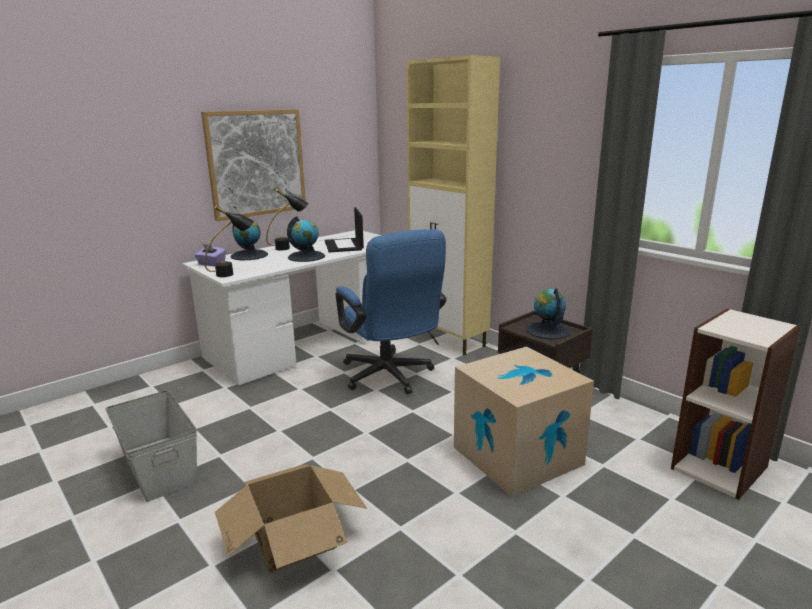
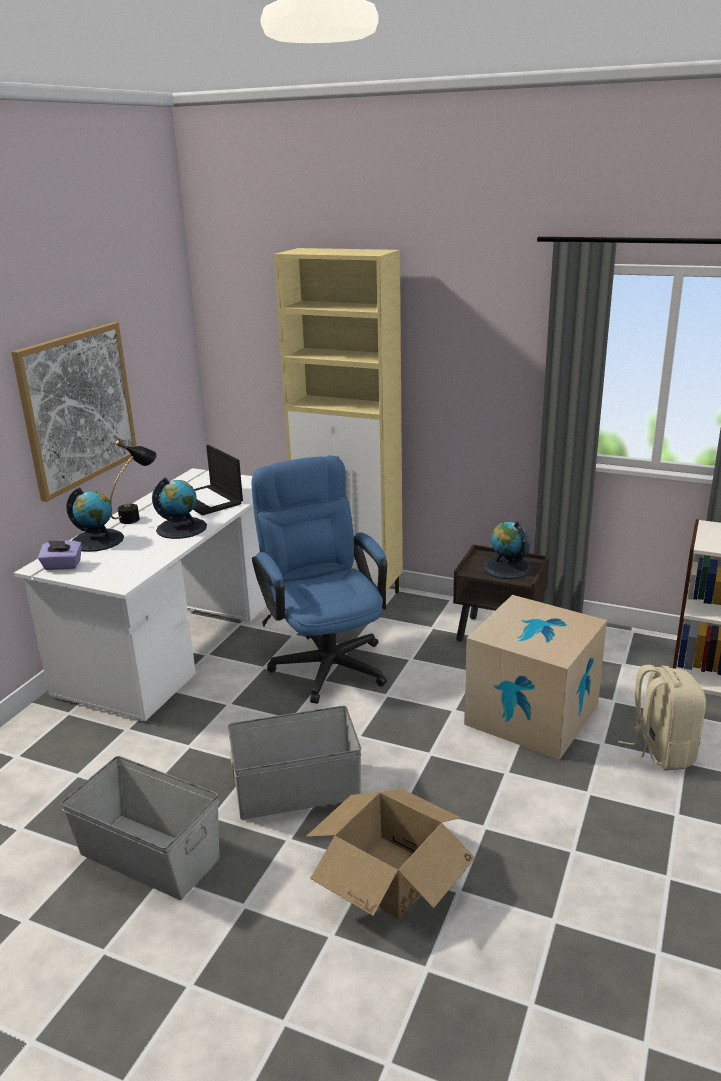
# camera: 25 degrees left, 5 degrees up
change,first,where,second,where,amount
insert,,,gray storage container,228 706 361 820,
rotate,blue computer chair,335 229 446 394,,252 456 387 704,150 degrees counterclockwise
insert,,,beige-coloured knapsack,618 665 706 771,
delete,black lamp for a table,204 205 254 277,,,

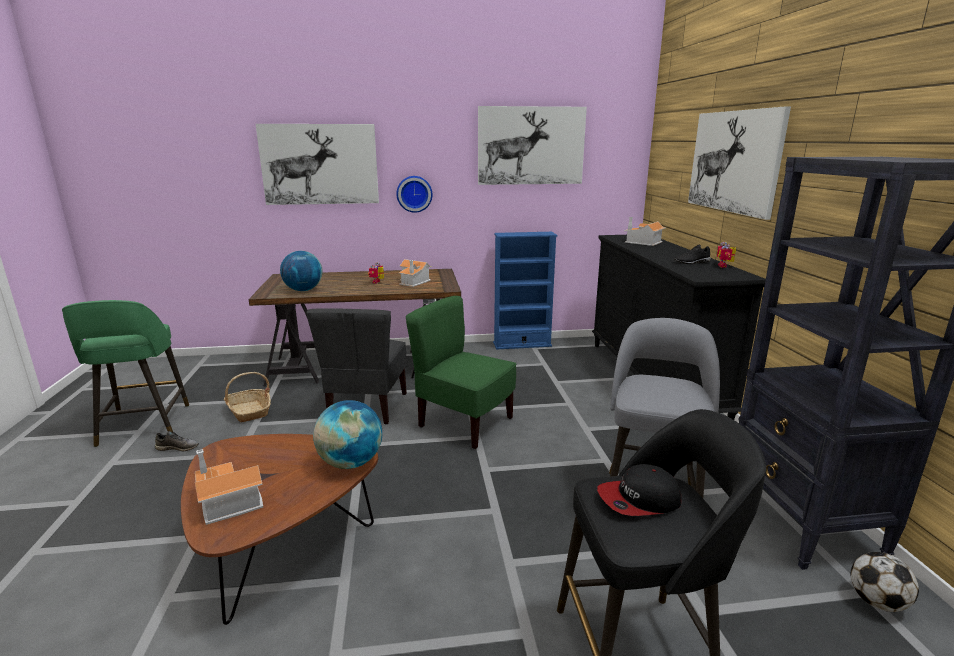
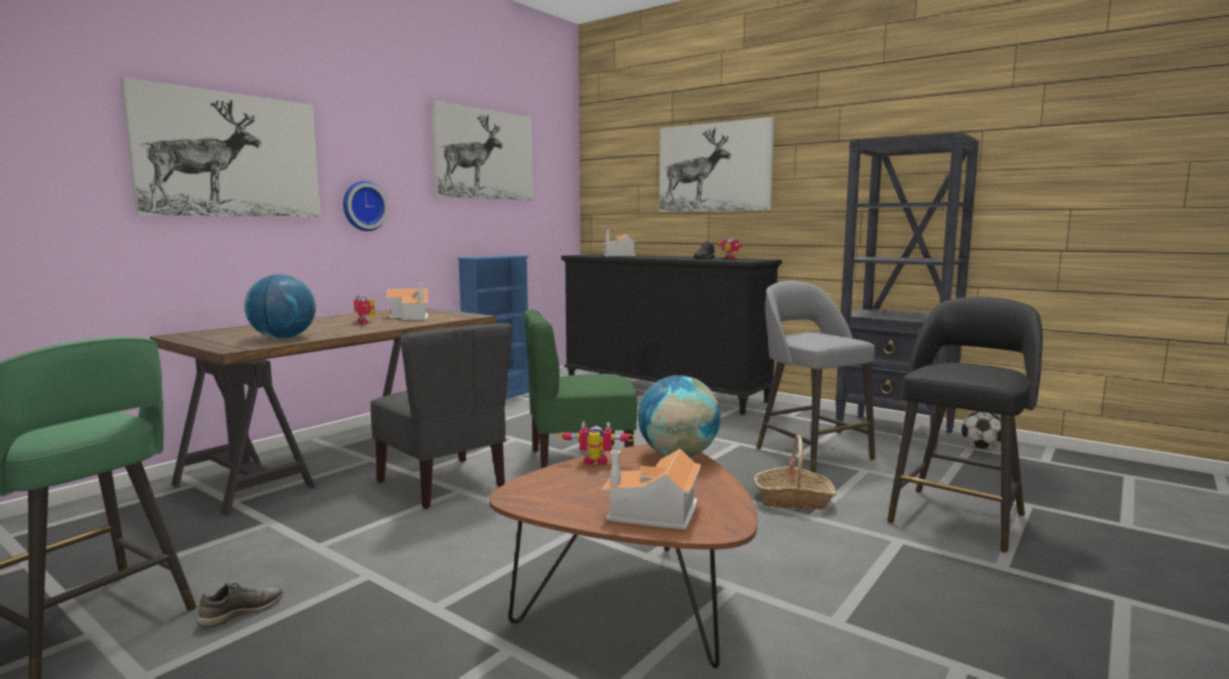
# camera: 45 degrees left, 10 degrees down
change,first,where,second,where,amount
insert,,,model robot,558 421 635 464,
move,basket,224 372 271 422,,754 435 836 510,
delete,peaked cap,597 464 681 516,,,

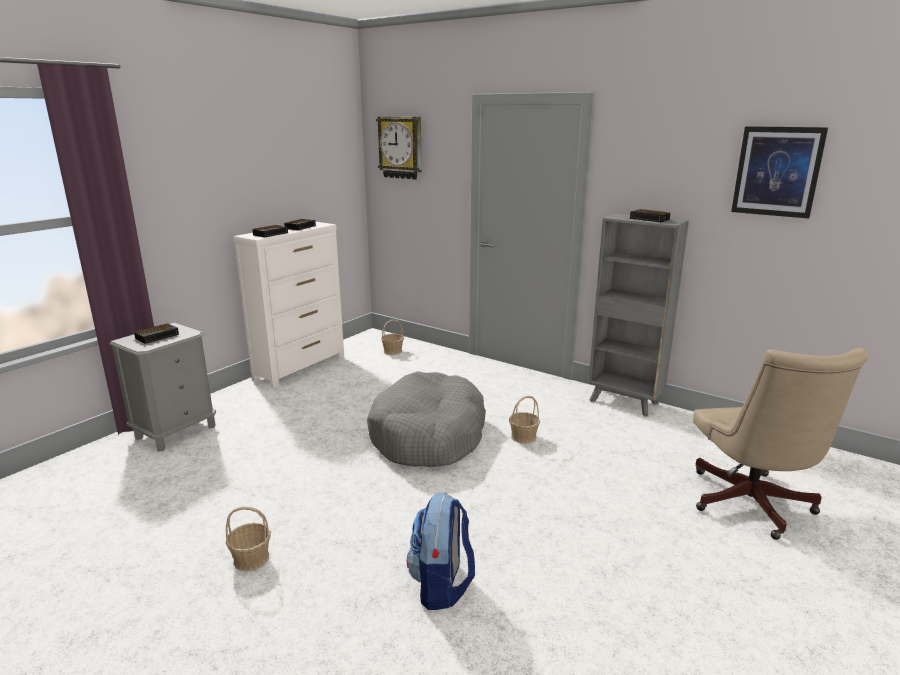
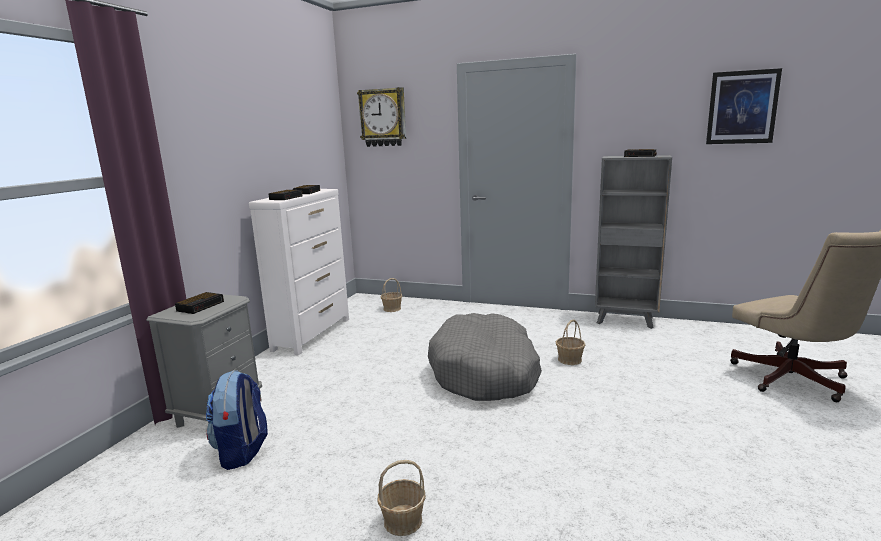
# camera: 15 degrees left, 5 degrees down
change,first,where,second,where,amount
move,knapsack,407 493 475 610,,206 370 268 470,

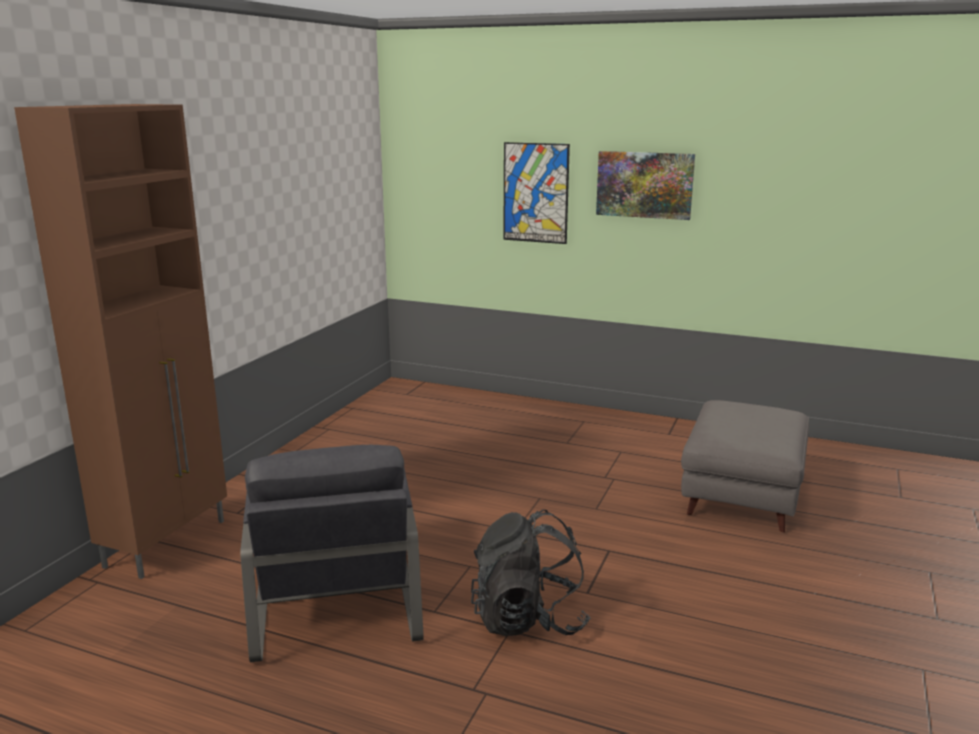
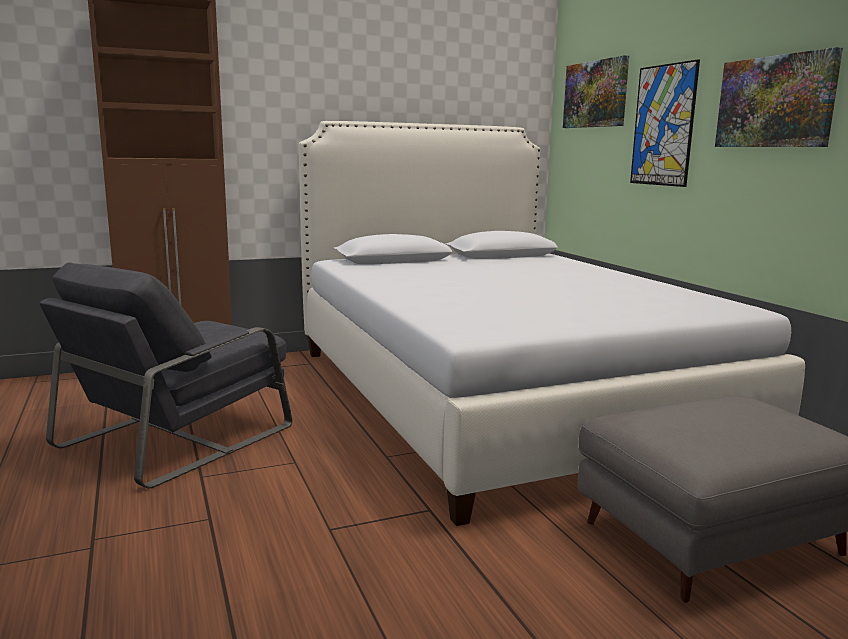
# camera: 45 degrees right, 5 degrees down
change,first,where,second,where,amount
insert,,,whitish bedroom bed,298 121 805 526,
insert,,,picture,563 55 629 128,
delete,black knapsack,471 510 590 636,,,

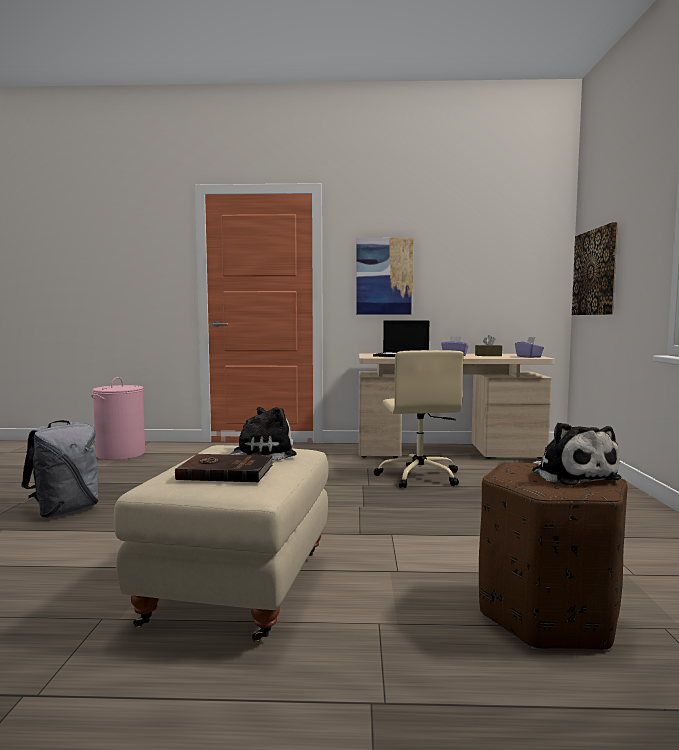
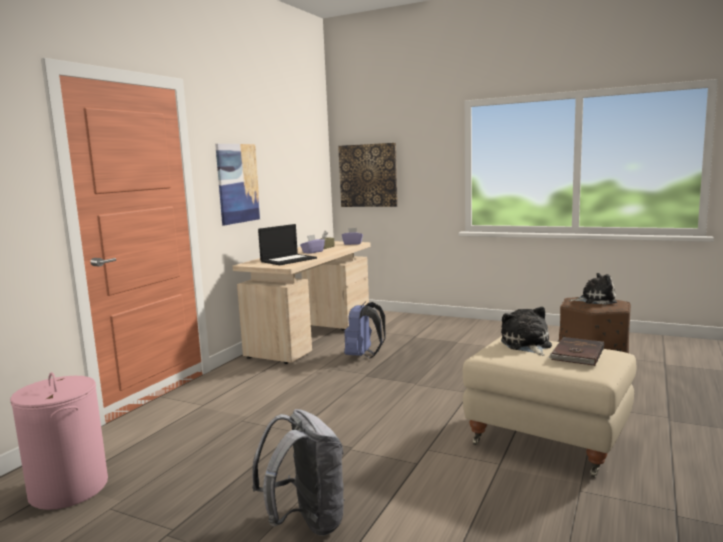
# camera: 65 degrees left, 5 degrees up
change,first,where,second,where,amount
replace,beige-coloured computer chair,374 350 464 488,blue knapsack,344 302 385 359,

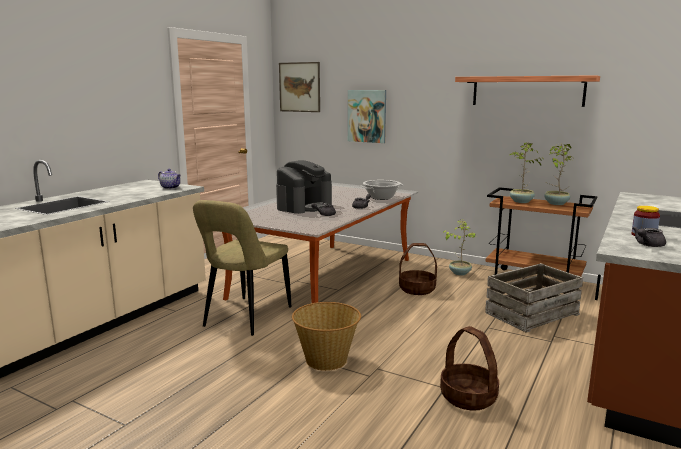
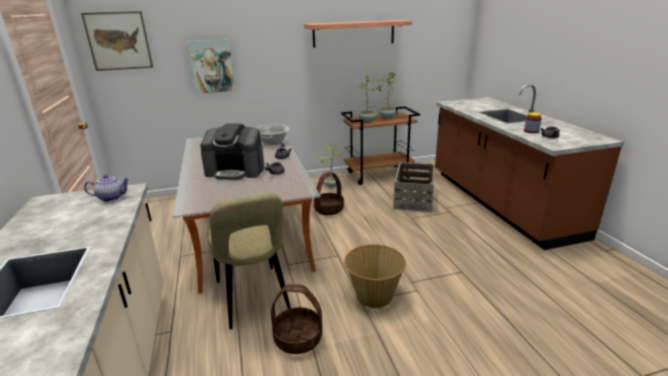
# camera: 45 degrees left, 10 degrees up
change,first,where,second,where,amount
rotate,coffee brewer,276 160 332 214,,200 123 265 180,105 degrees clockwise
move,basket,440 326 499 411,,271 284 323 354,

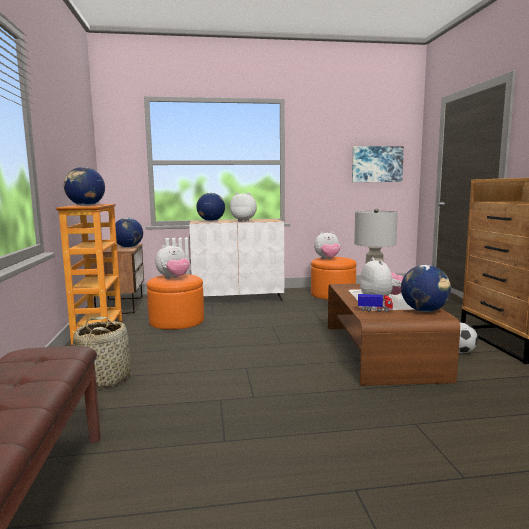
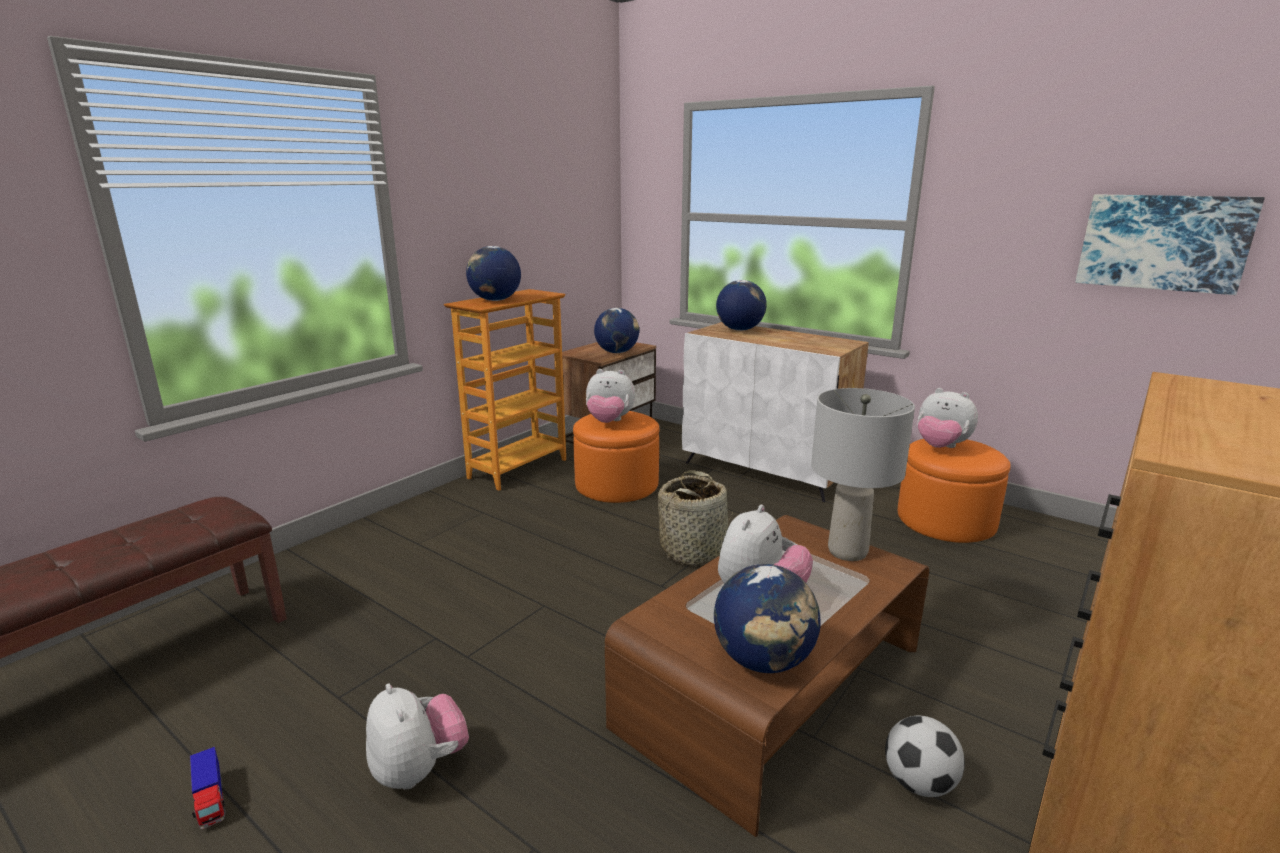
# camera: 45 degrees right, 10 degrees up
change,first,where,second,where,amount
move,toy lorry,358 294 393 312,,190 747 226 829,
move,soft toy,230 192 257 222,,366 683 469 790,
move,basket,73 316 131 388,,658 470 733 566,

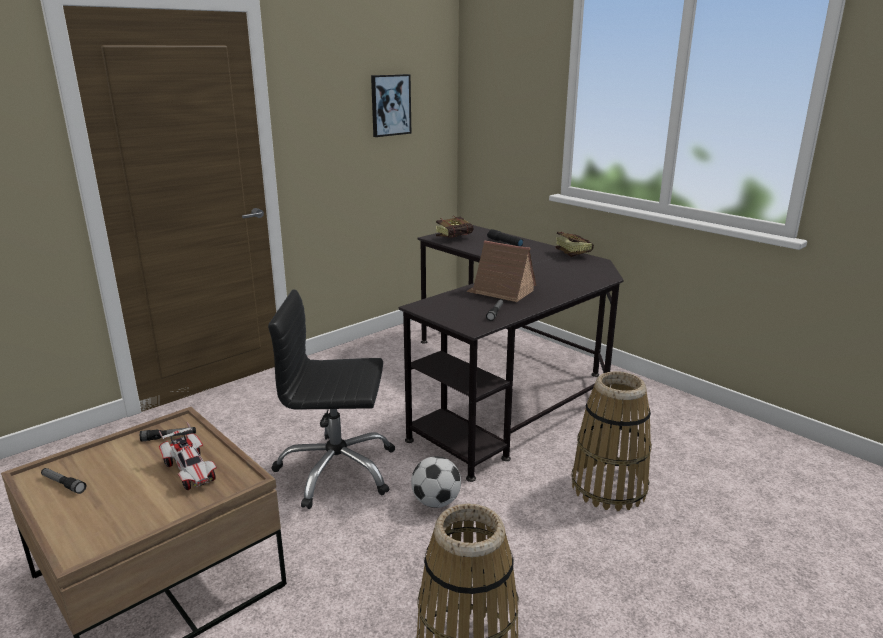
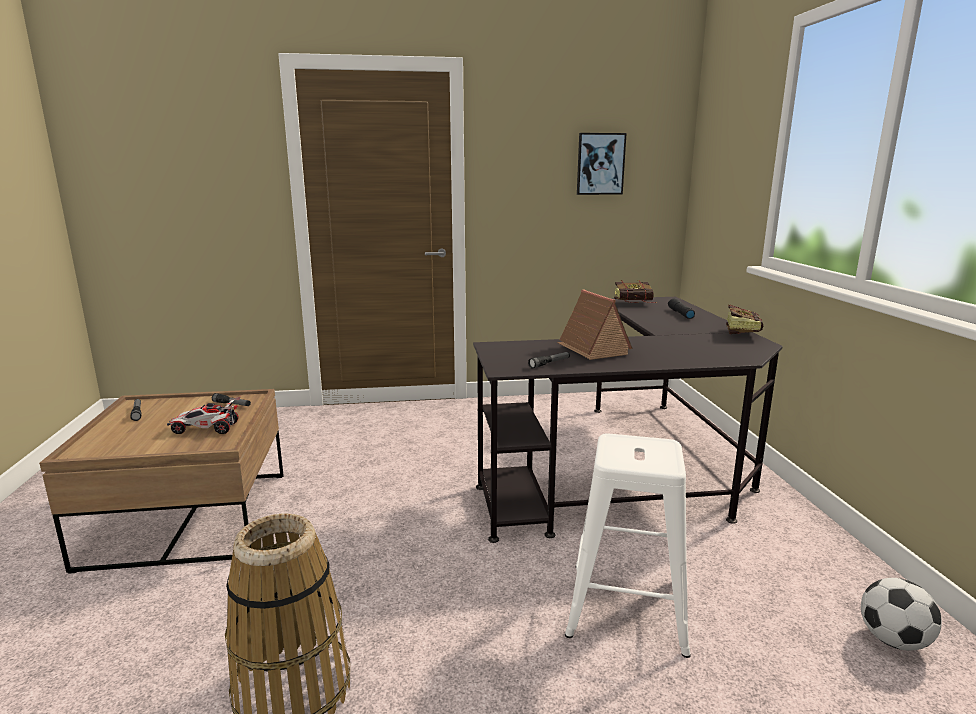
# camera: 35 degrees right, 5 degrees down
change,first,where,second,where,amount
rotate,miniature car,159 422 217 490,,167 397 240 434,90 degrees clockwise
replace,basket,571 371 652 511,whitish sitting stool,565 434 691 658,
move,football ball,411 456 461 508,,861 578 942 651,
delete,black computer chair,268 290 395 509,,,

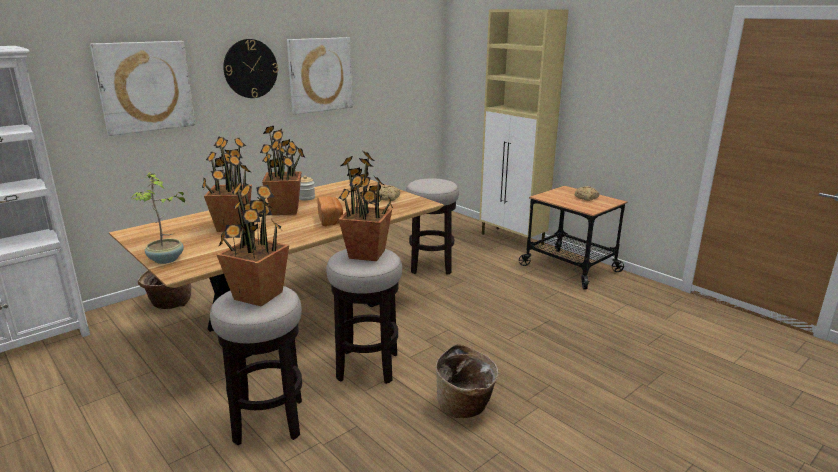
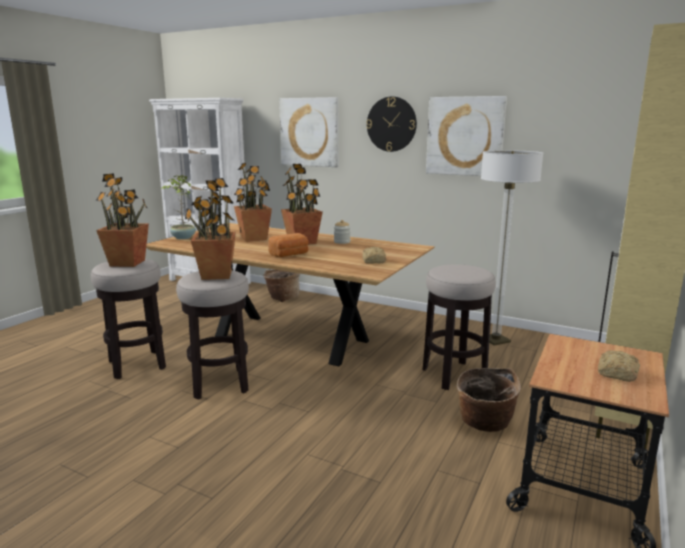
# camera: 70 degrees right, 5 degrees down
change,first,where,second,where,amount
move,basket,436 344 499 418,,457 368 521 432,
insert,,,standard lamp,481 150 543 346,

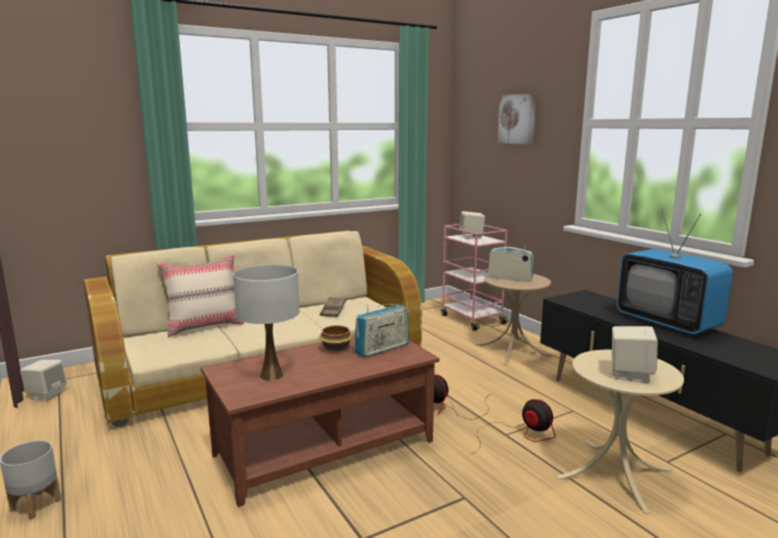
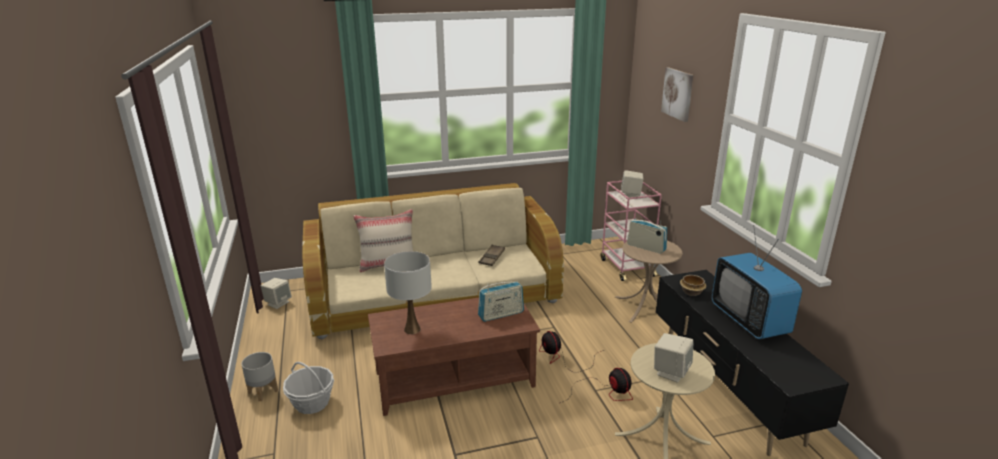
# camera: 15 degrees right, 10 degrees up
change,first,where,second,where,amount
insert,,,basket,283 362 334 414,
move,serving bowl,319 325 353 352,,680 275 706 296,

